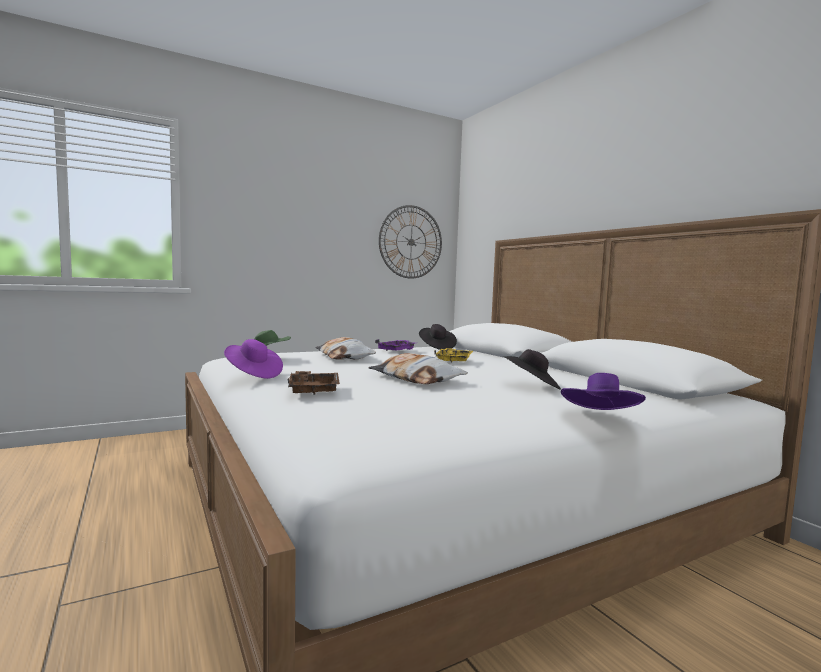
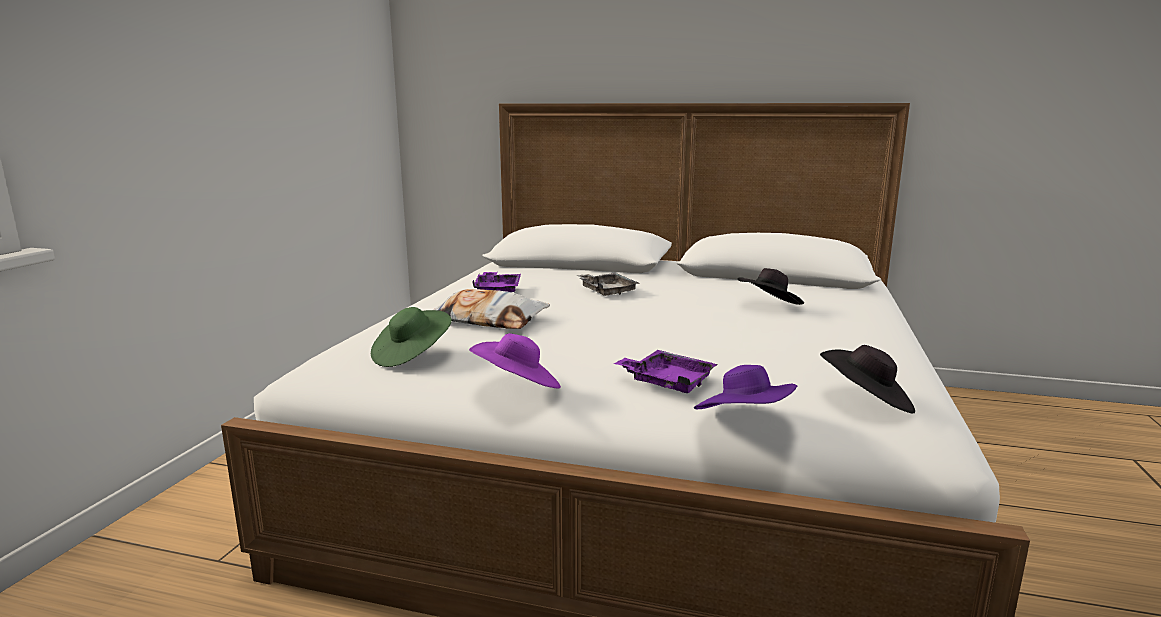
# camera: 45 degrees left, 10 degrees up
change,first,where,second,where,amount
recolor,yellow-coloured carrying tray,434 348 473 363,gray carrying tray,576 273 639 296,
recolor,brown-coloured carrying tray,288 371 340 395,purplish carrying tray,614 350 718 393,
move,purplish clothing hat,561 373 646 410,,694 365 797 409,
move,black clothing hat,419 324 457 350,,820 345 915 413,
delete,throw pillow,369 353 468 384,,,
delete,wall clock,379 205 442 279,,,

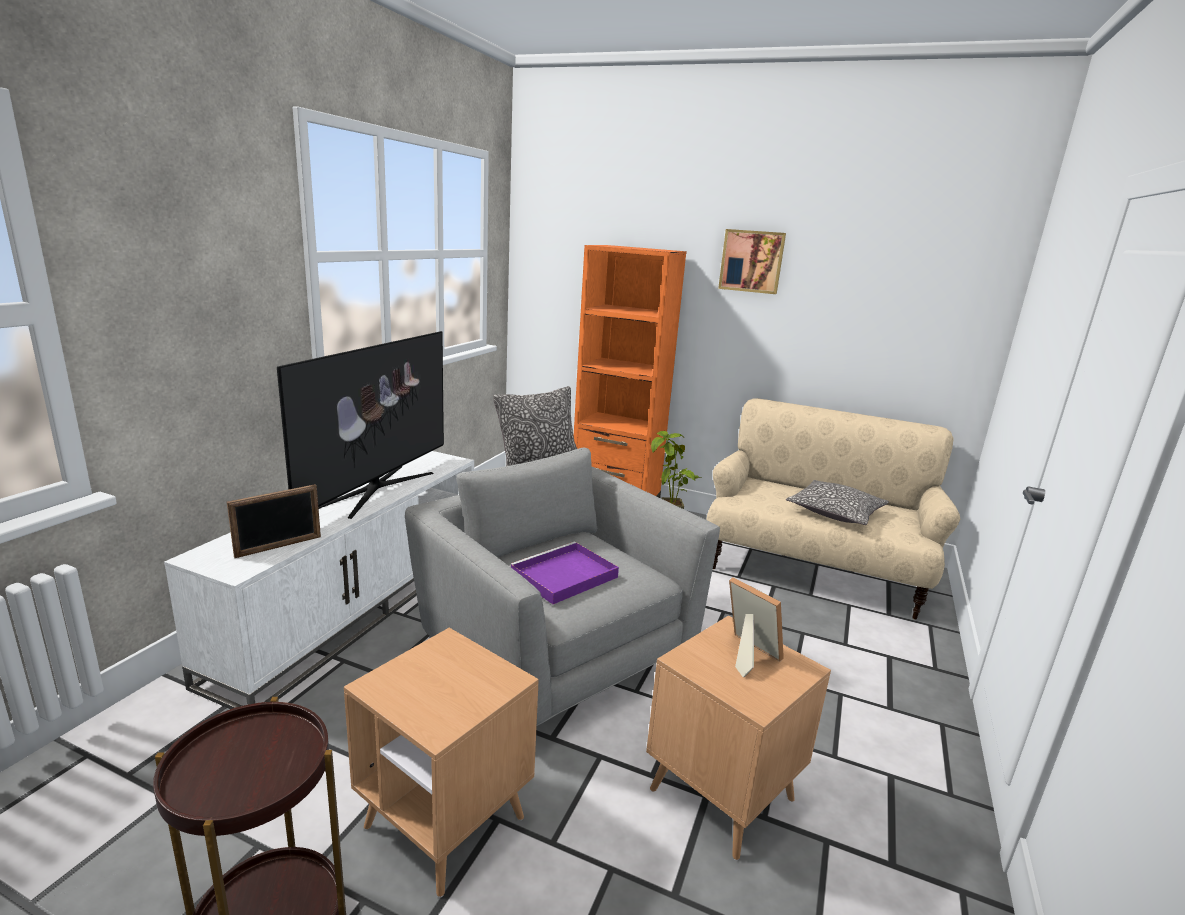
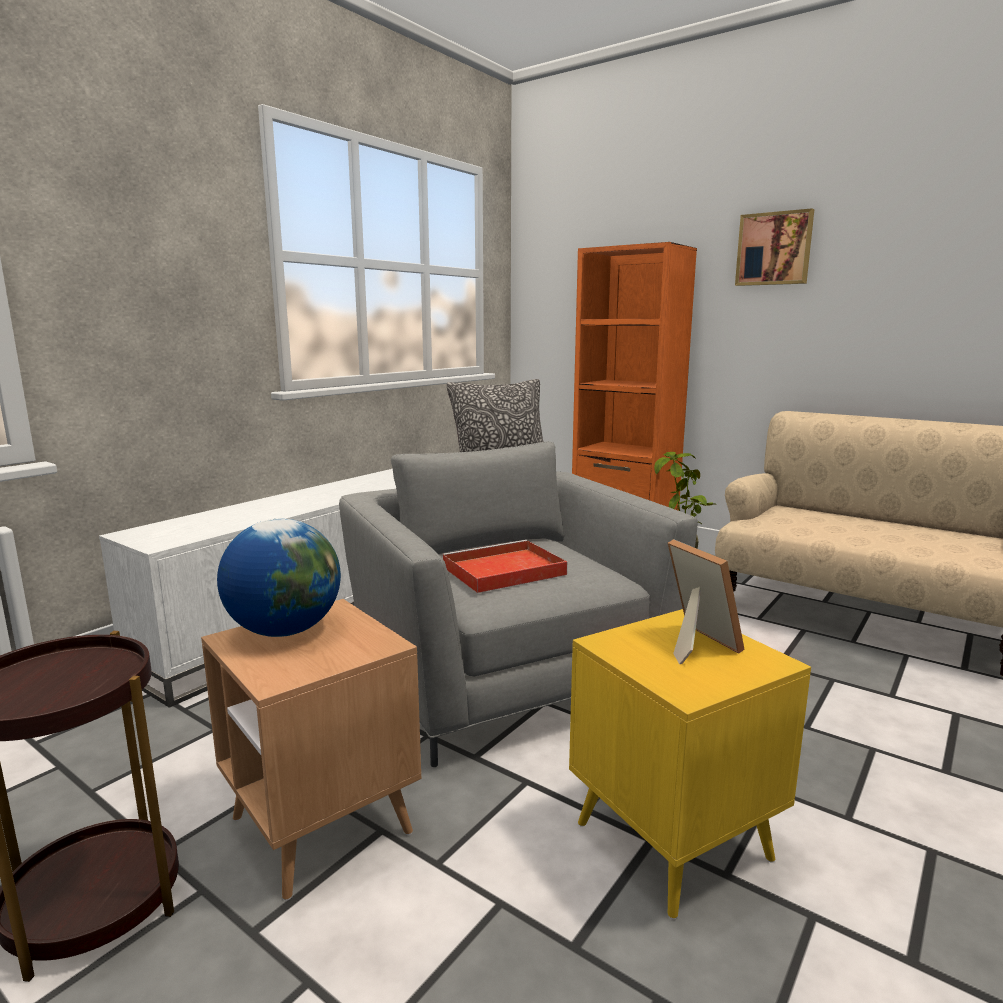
# camera: 15 degrees right, 5 degrees down
change,first,where,second,where,amount
insert,,,world globe,217 519 341 637,
recolor,purplish carrying tray,509 542 619 604,red-coloured carrying tray,442 540 567 593,
recolor,brown-coloured end table,646 615 831 860,yellow-coloured end table,569 609 811 920,
delete,picture frame,227 484 321 558,,,
delete,television,277 331 444 519,,,
delete,throw pillow,786 480 889 525,,,

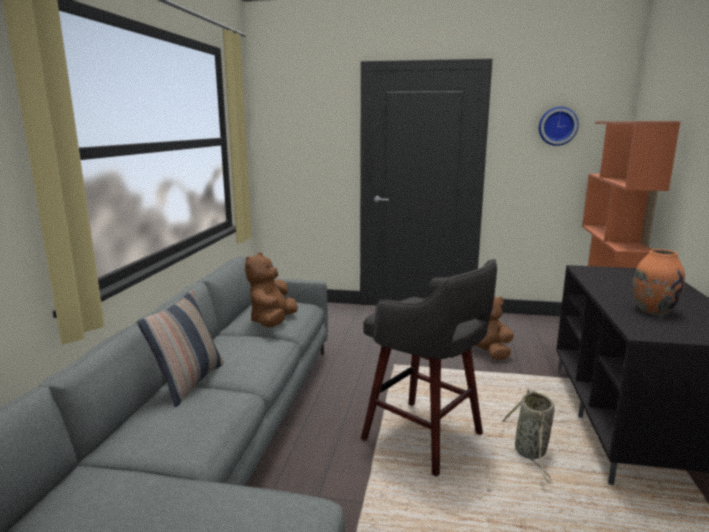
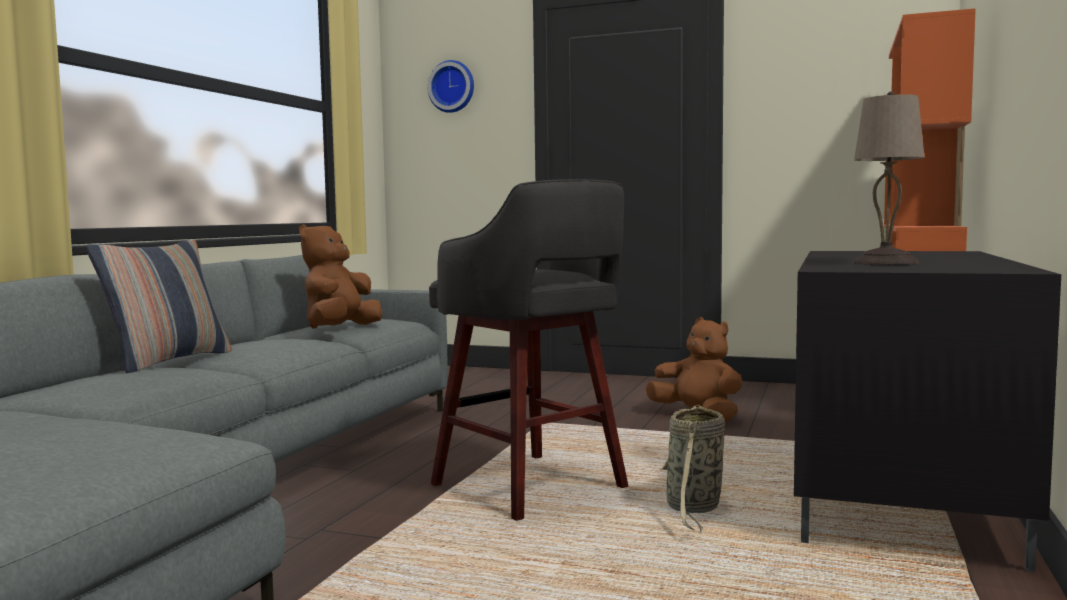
# camera: 10 degrees right, 10 degrees down
change,first,where,second,where,amount
move,wall clock,539 107 579 146,,427 60 474 113,
replace,orangey flower vase,633 249 685 315,beige-coloured lamp for a table,853 91 925 265,

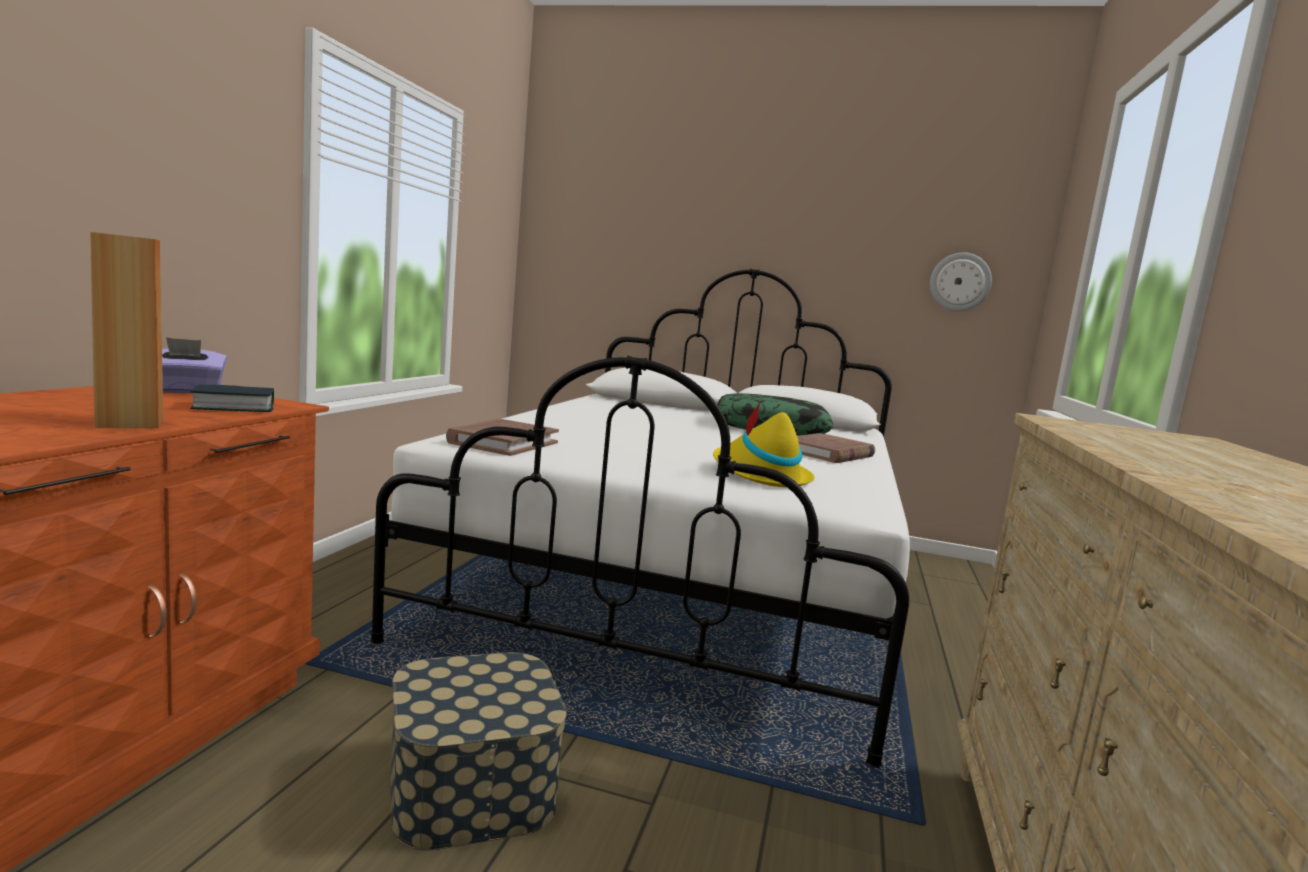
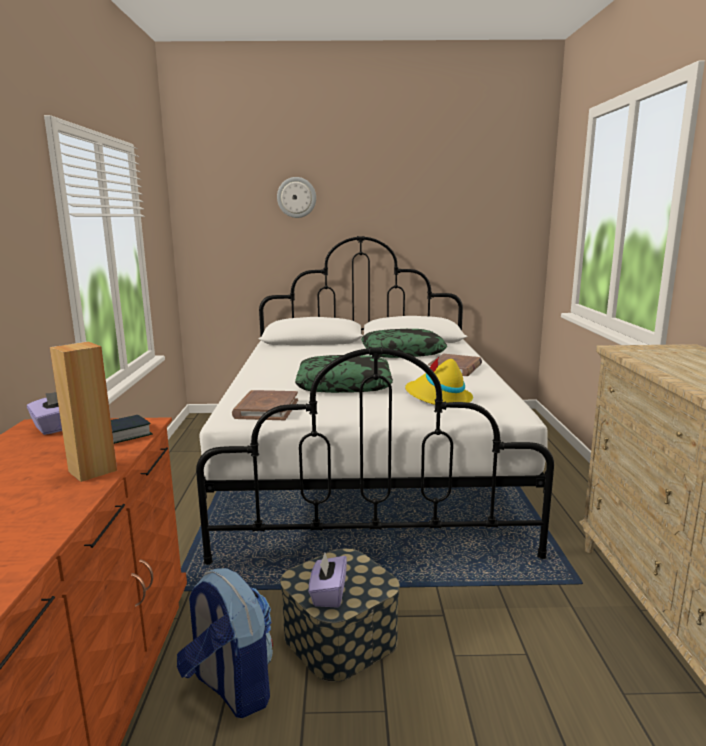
# camera: 15 degrees left, 5 degrees up
change,first,where,second,where,amount
insert,,,knapsack,177 568 273 718,
move,wall clock,930 252 992 311,,277 177 316 218,
insert,,,throw pillow,295 355 393 393,
insert,,,purplish tissue holder,309 552 347 608,

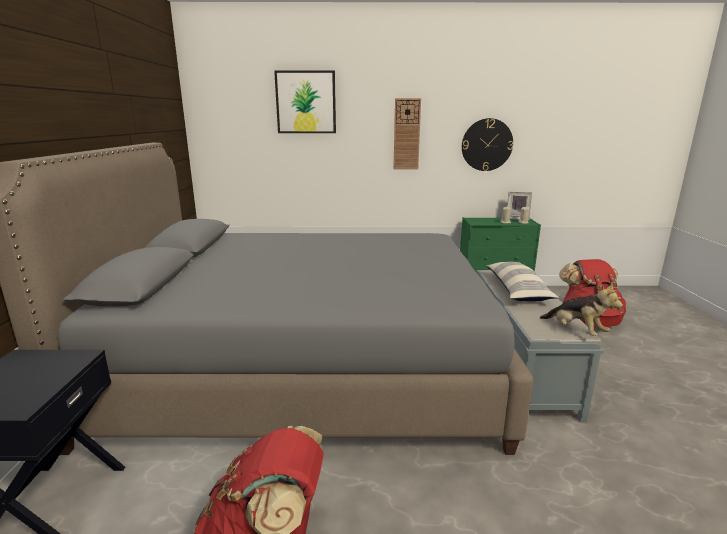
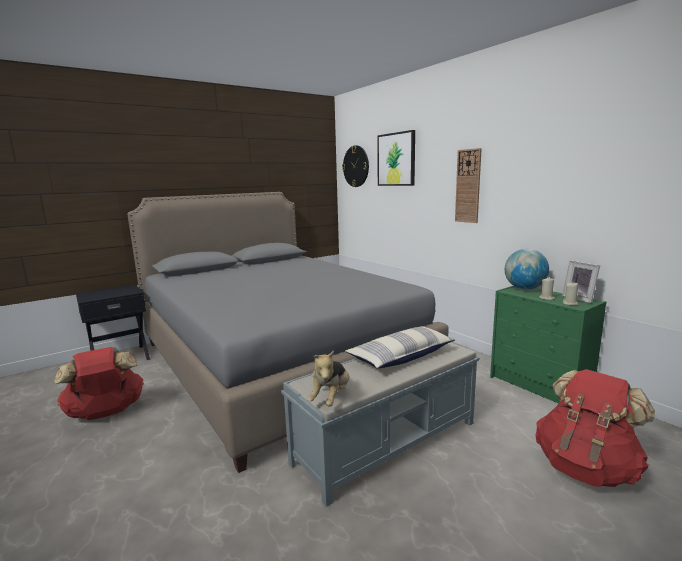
# camera: 55 degrees right, 5 degrees down
change,first,where,second,where,amount
move,wall clock,462 118 513 171,,342 145 369 187,
insert,,,world globe,505 249 549 290,

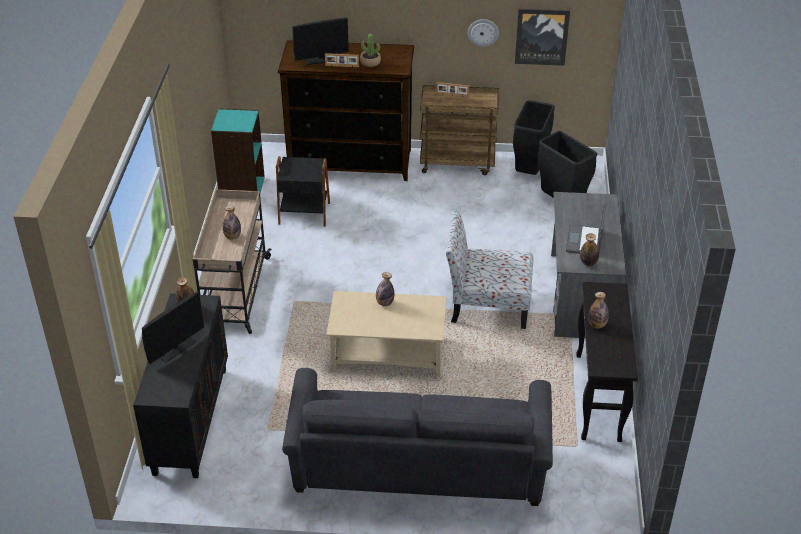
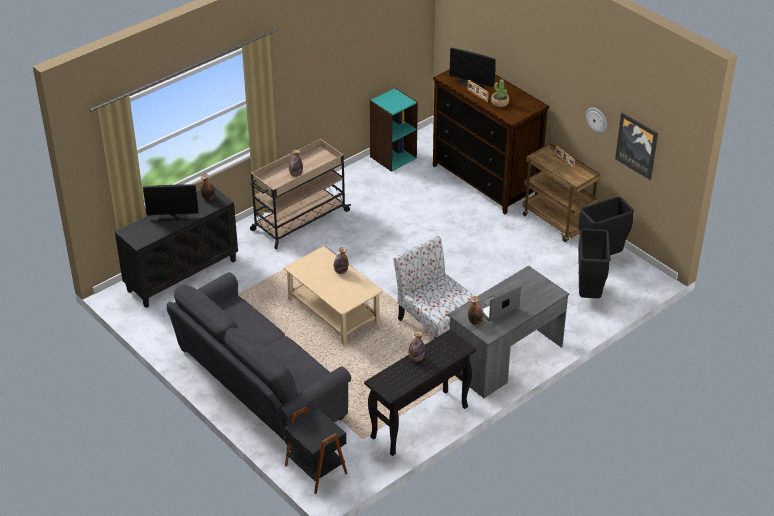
# camera: 45 degrees right, 0 degrees up
change,first,where,second,where,amount
move,black end table,276 156 330 227,,284 406 348 494,

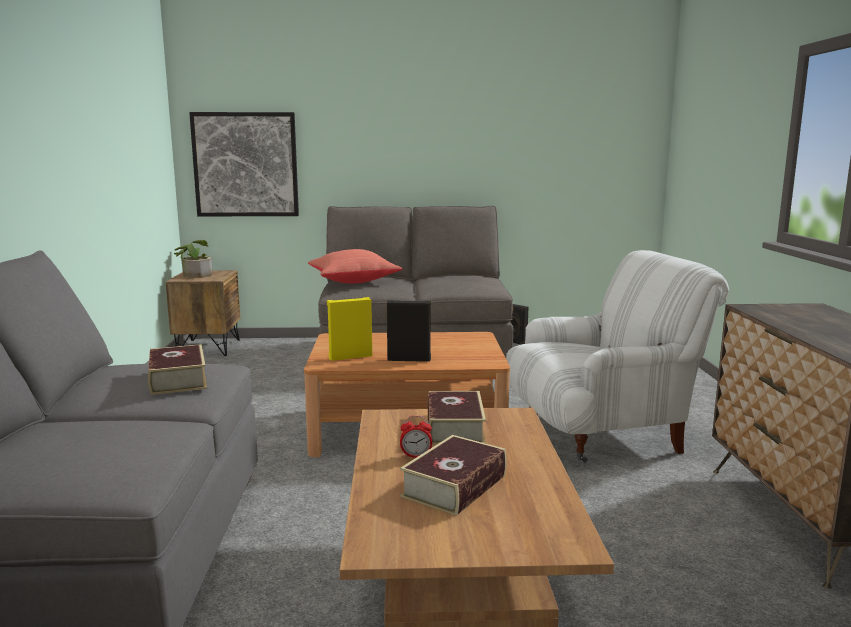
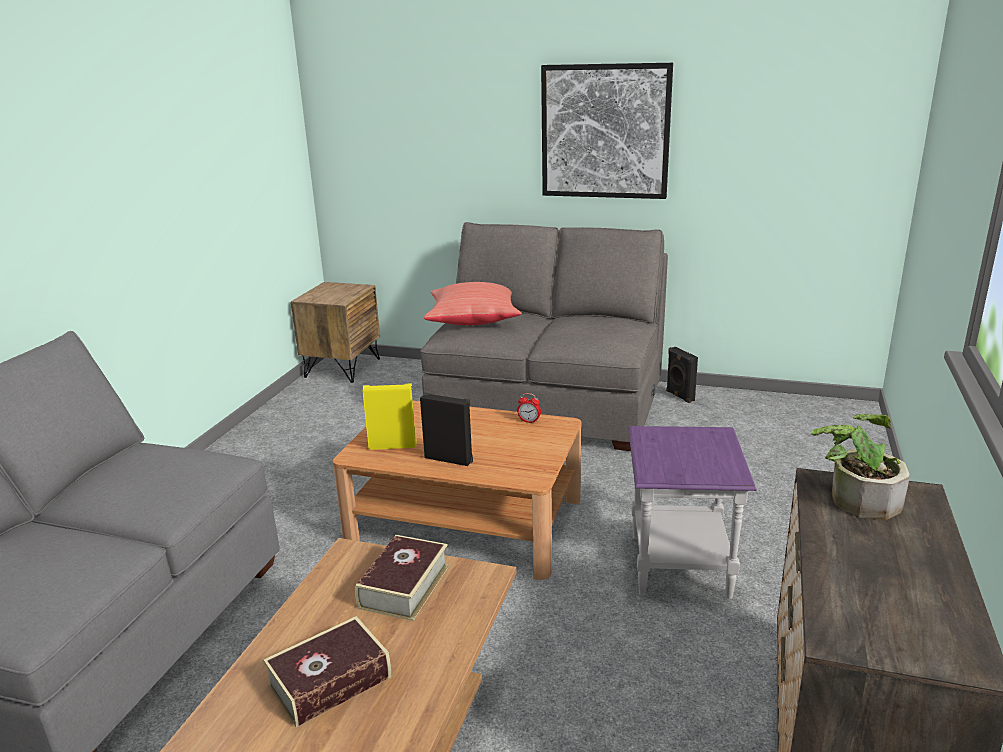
# camera: 20 degrees right, 10 degrees up
change,first,where,second,where,amount
move,bedside clock,400 415 432 458,,517 393 541 423,
move,picture,189 112 299 216,,541 63 673 199,
replace,whitish armchair,506 250 729 463,purplish end table,628 426 757 599,
move,potted plant,174 240 213 278,,811 414 910 520,
delete,book,148 344 207 395,,,

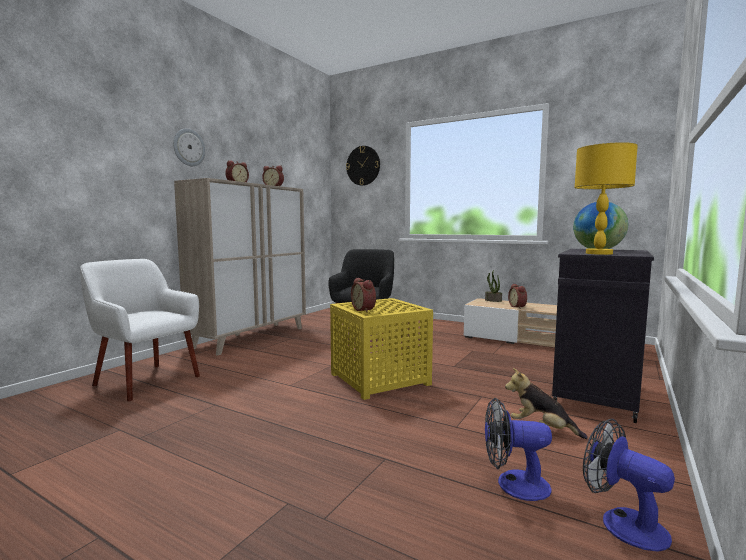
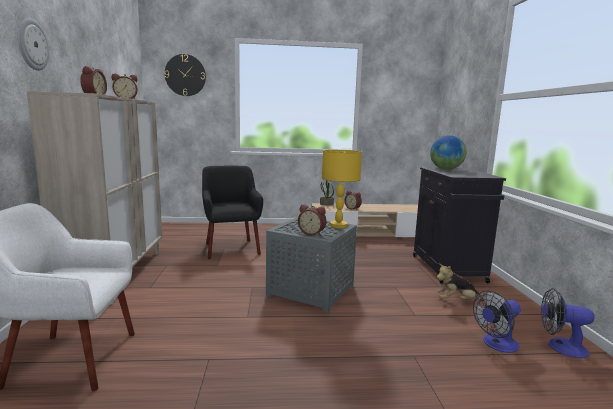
# camera: 35 degrees left, 5 degrees up
change,first,where,second,where,amount
recolor,yellow-coloured end table,330 298 433 400,gray end table,266 217 357 313,
move,yellow-coloured lamp for a table,575 142 638 255,,322 150 362 228,

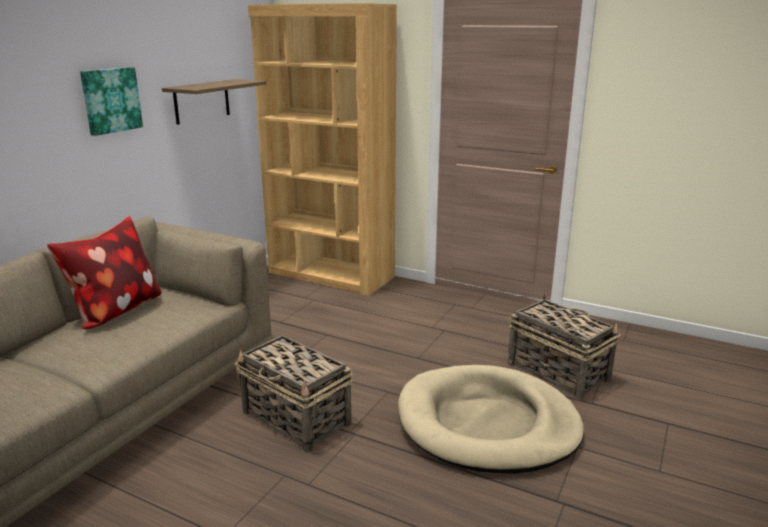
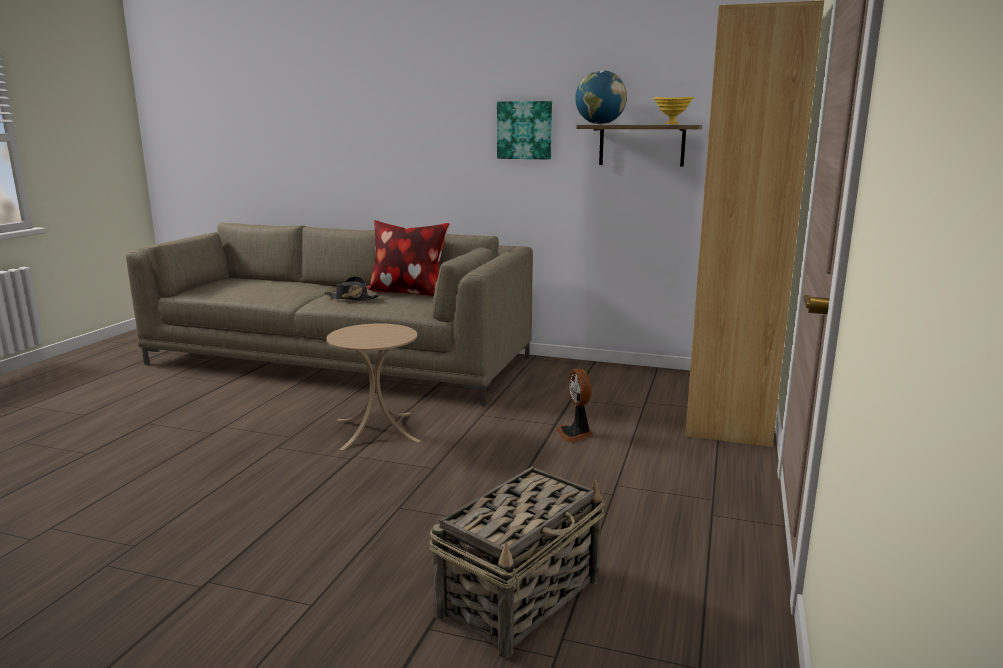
# camera: 80 degrees right, 5 degrees down
change,first,where,second,where,amount
insert,,,black clothing hat,324 276 381 301,
replace,basket,234 335 352 453,beige-coloured end table,326 323 421 451,
insert,,,electric fan,556 369 593 443,
insert,,,world globe,575 70 627 124,
insert,,,yellow-coloured serving bowl,653 97 694 124,
delete,beige-coloured dog cushion,398 365 584 474,,,

